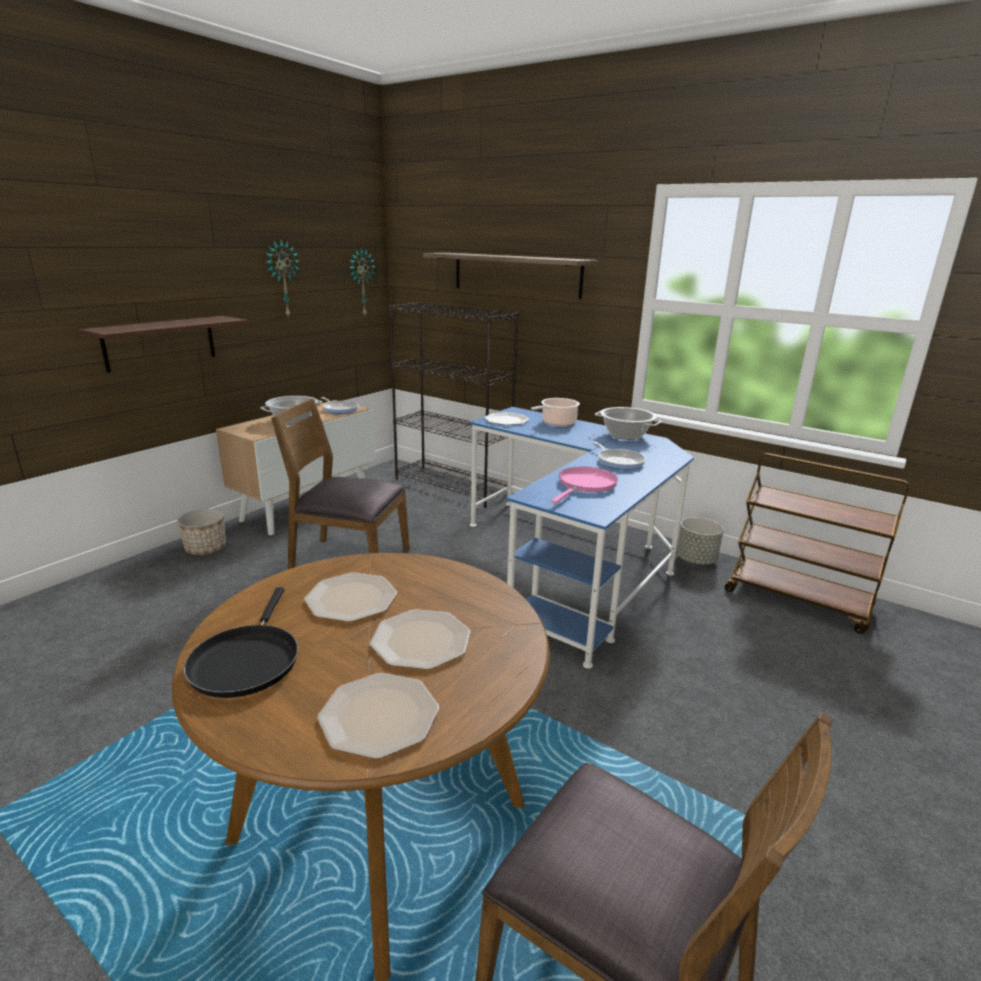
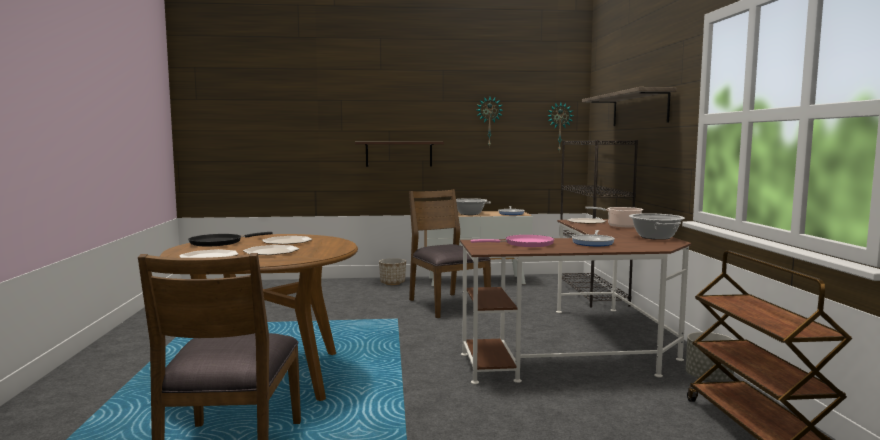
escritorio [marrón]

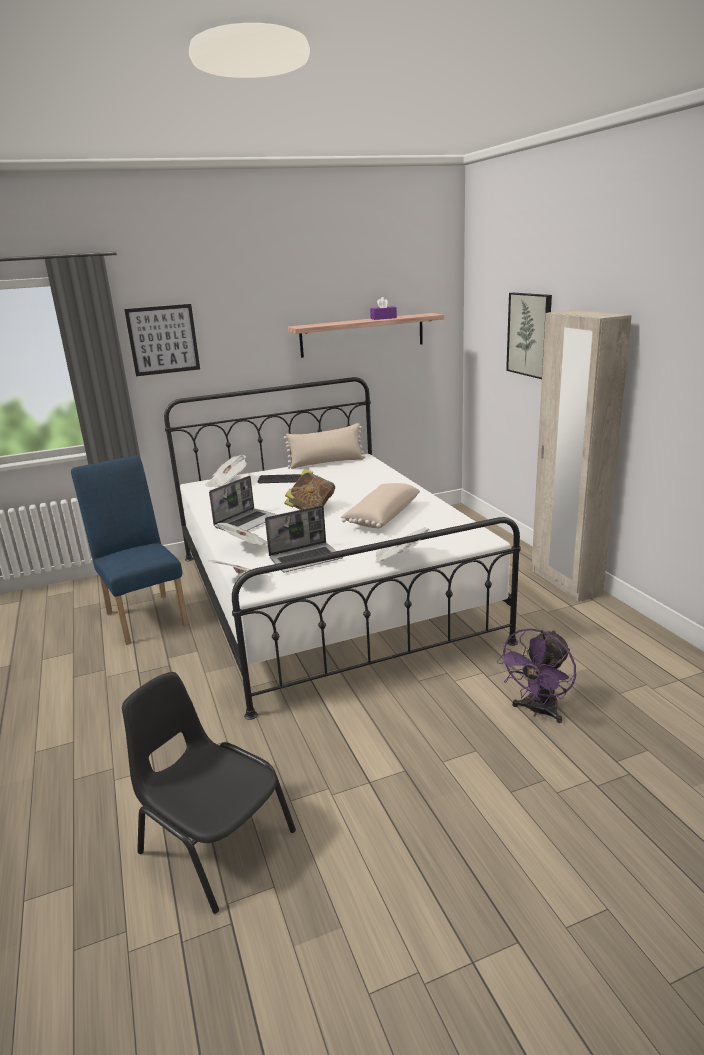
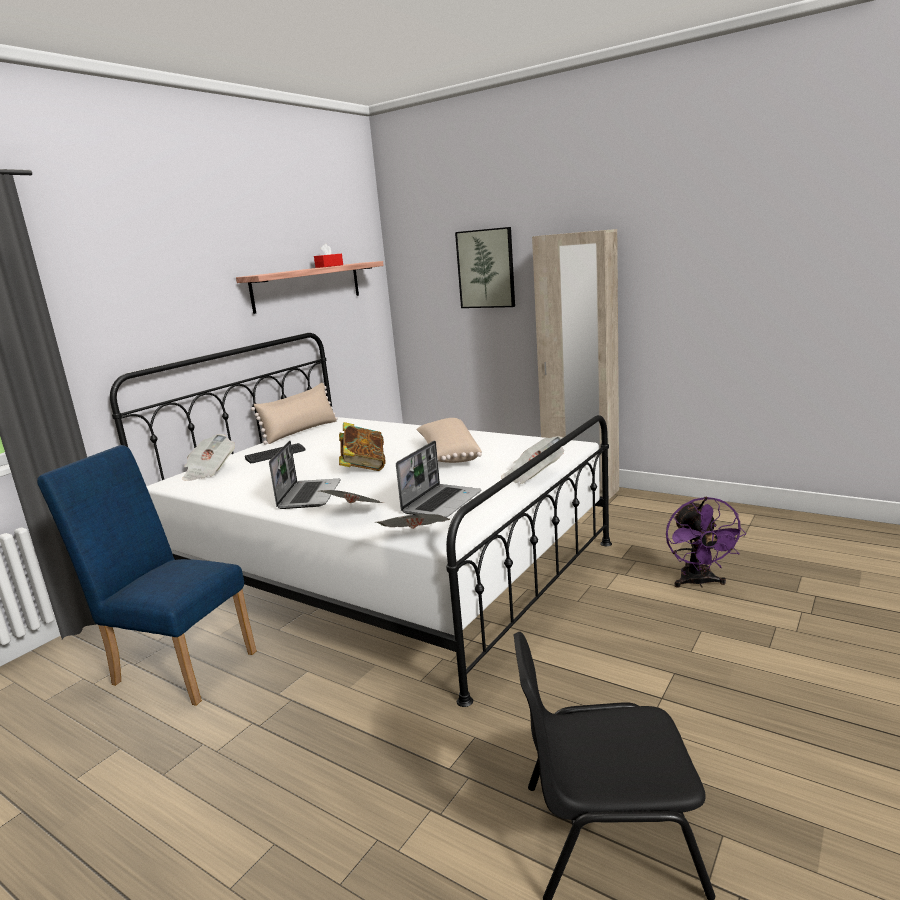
caja de pañuelos [rojo]; cuadro (1st from left in the first image)

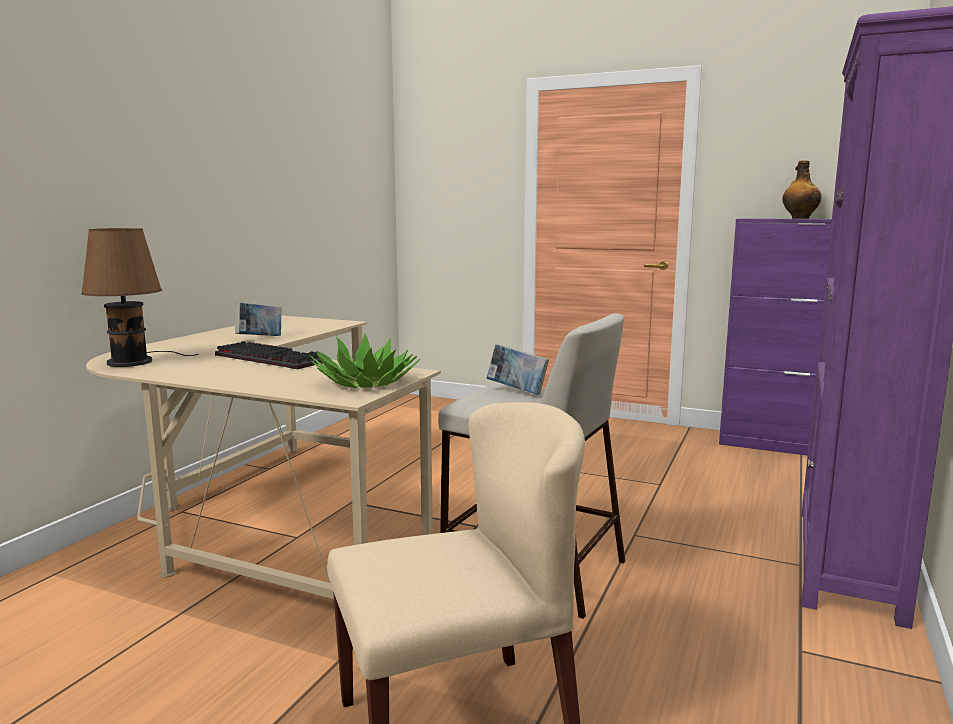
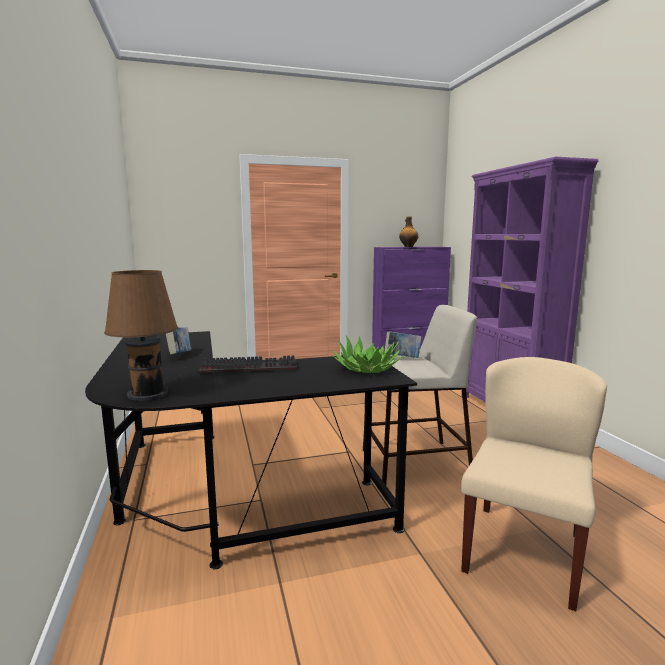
escritorio [negro]

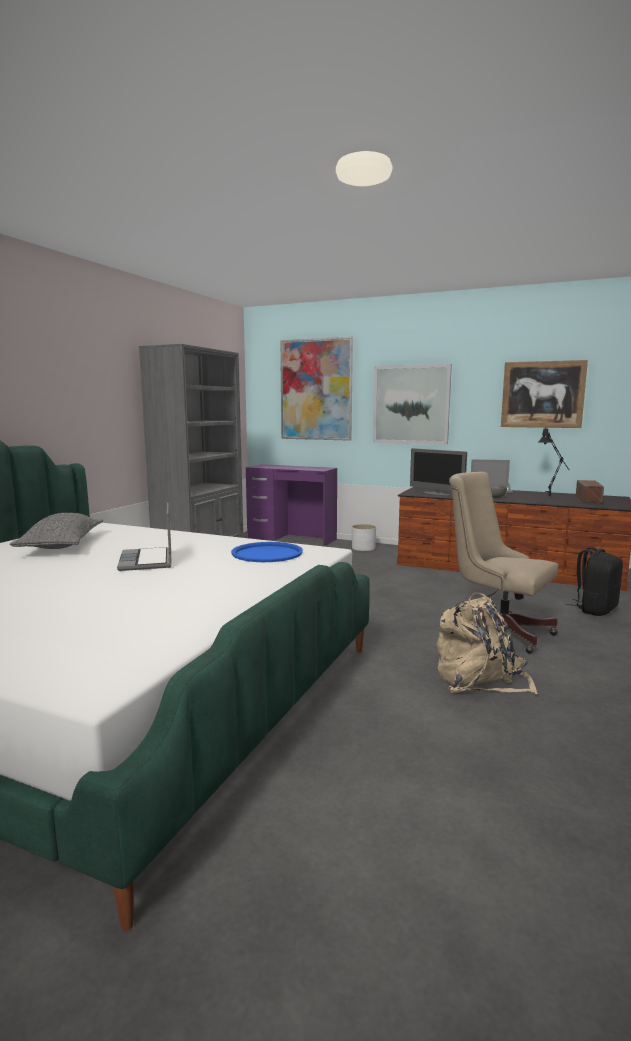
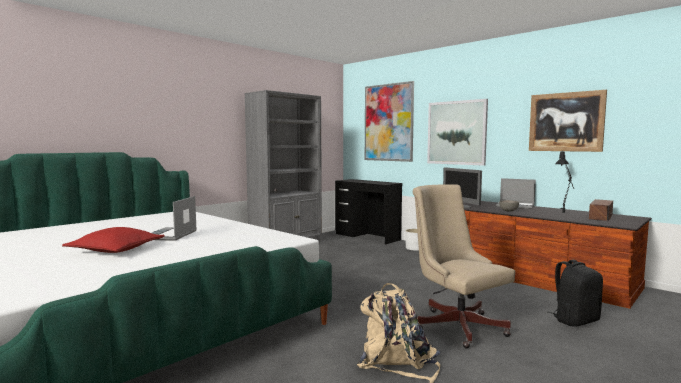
cojín [rojo]; escritorio [negro]; cojín [gris]; bandeja [azul]

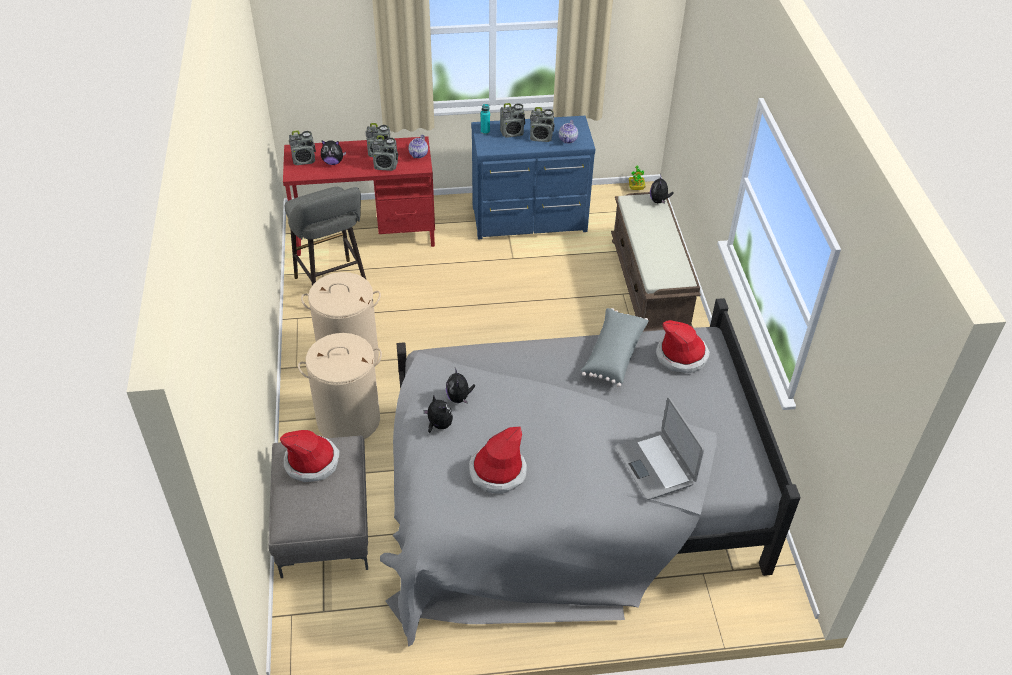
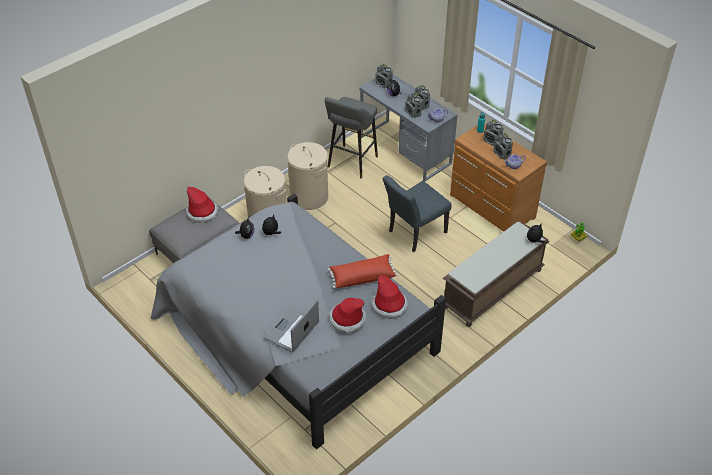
cojín [rojo]; sombrero (2nd from left); escritorio [gris]; silla [gris]; cómoda [marrón]

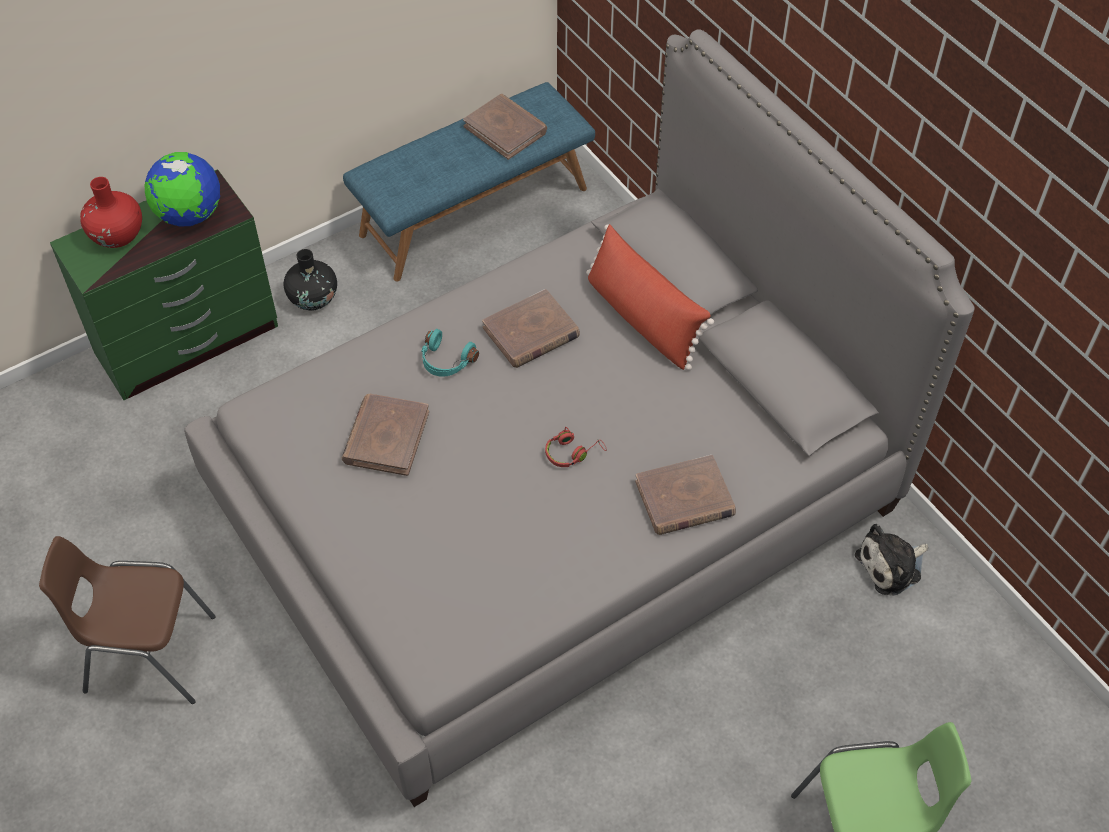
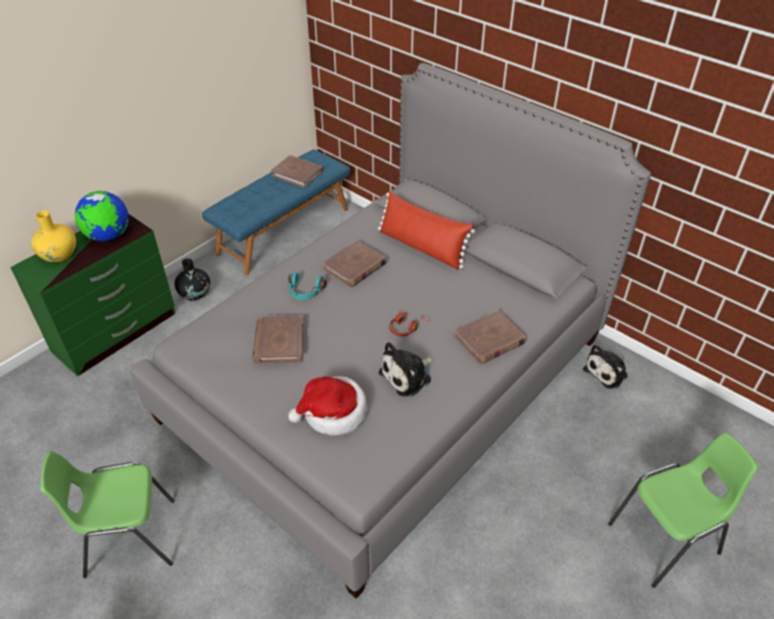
florero [amarillo]; silla [verde] (1st from left); sombrero; peluche (1st from left)

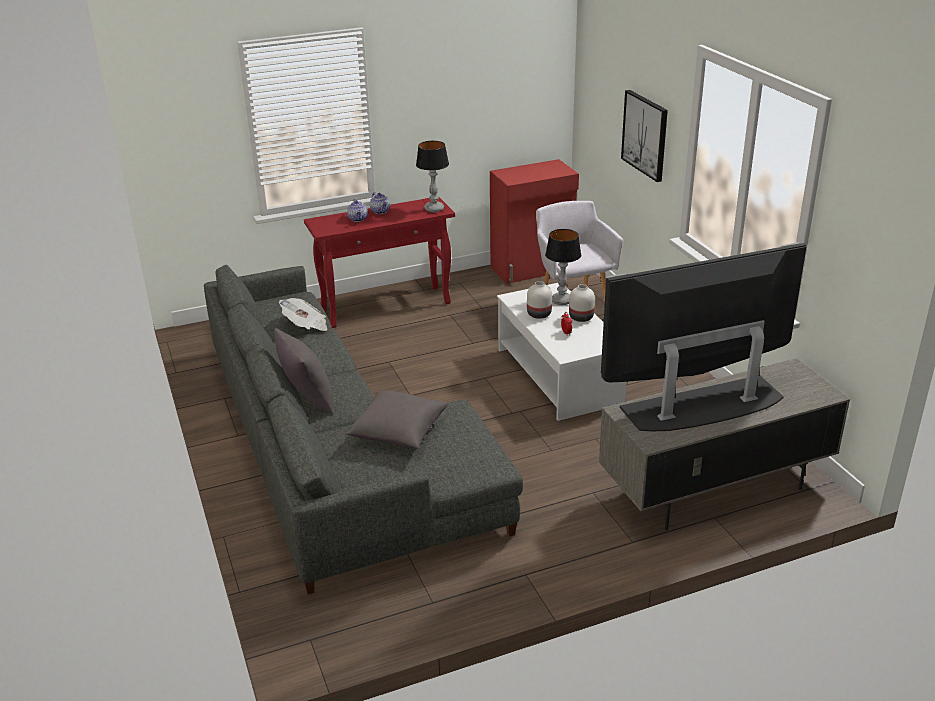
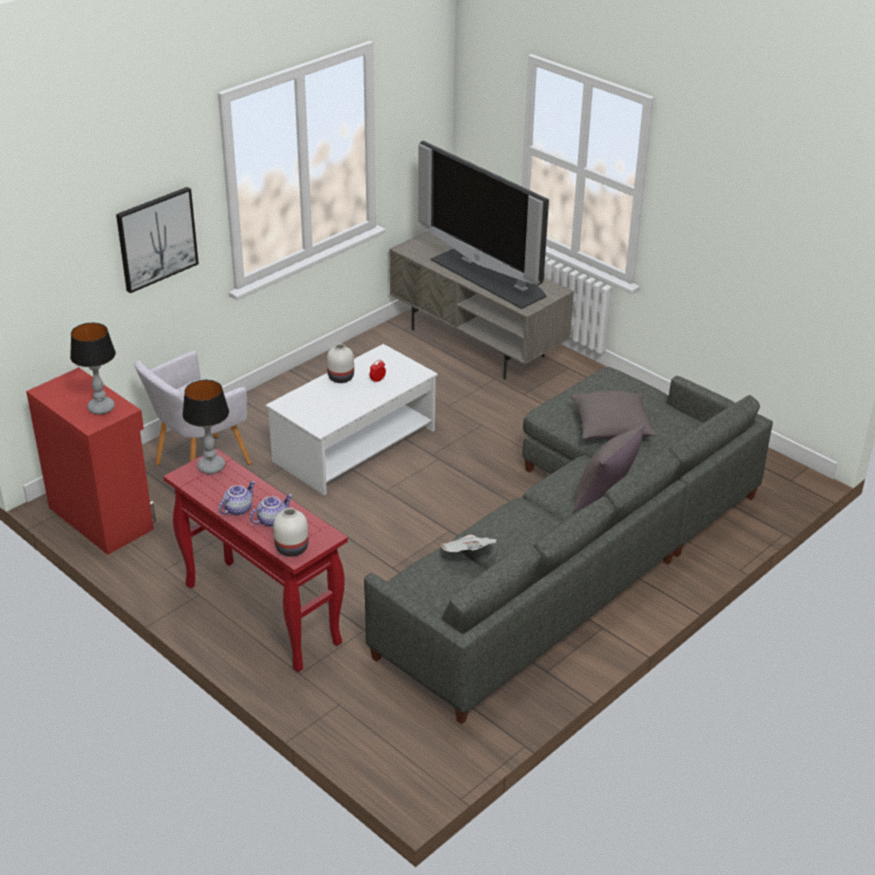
lámpara de mesa (1st from left); florero [blanco] (1st from left)

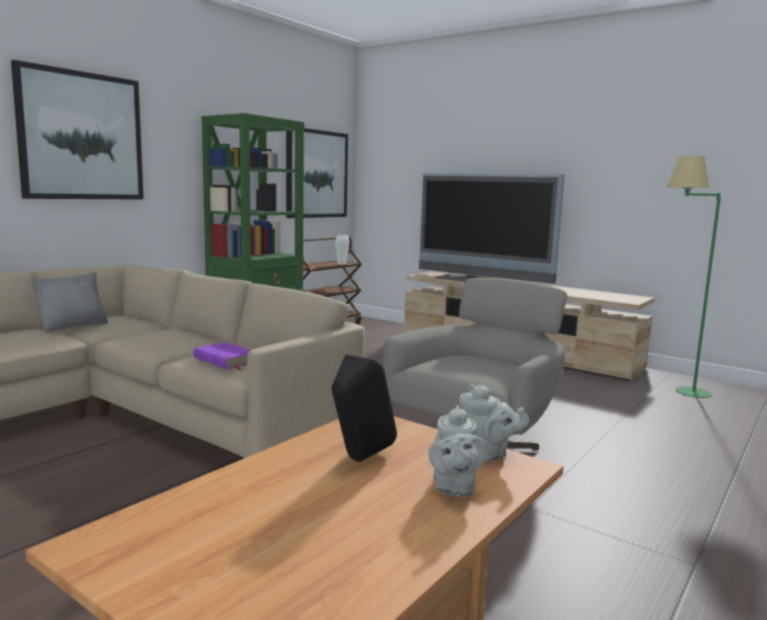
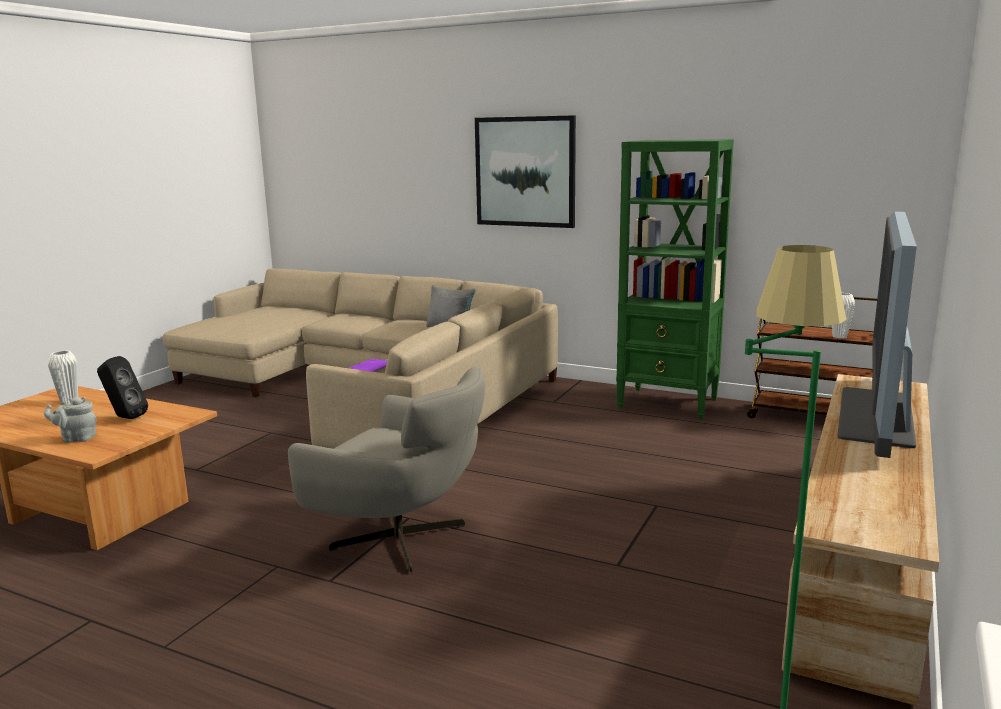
florero [blanco] (1st from left); cuadro (2nd from left in the first image); tetera [gris] (2nd from left in the first image)

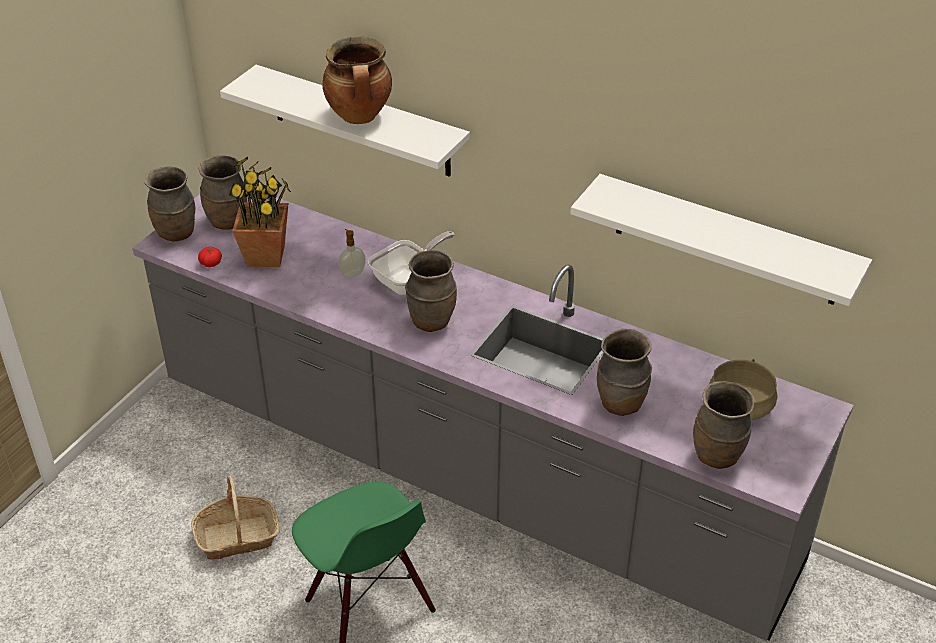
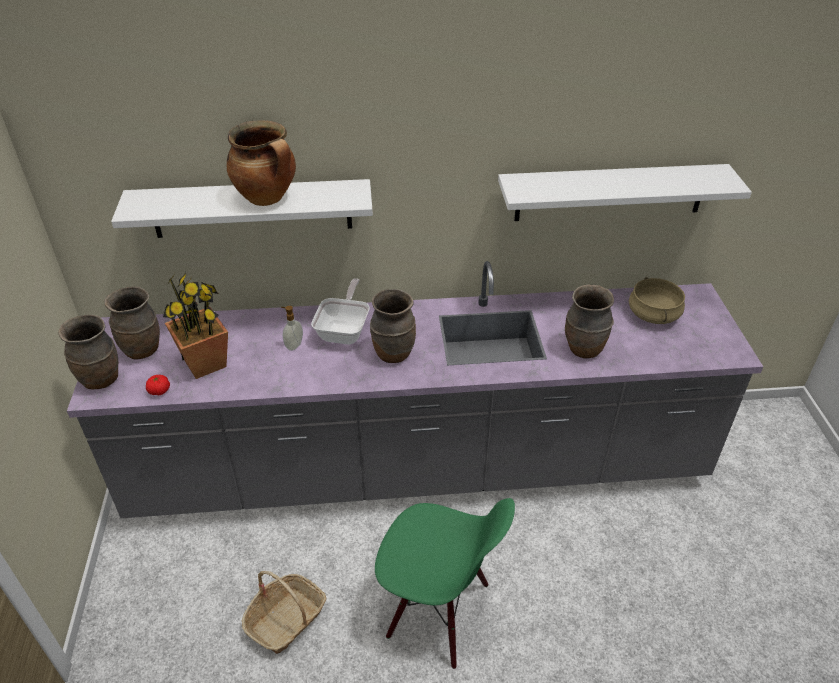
florero [marrón] (5th from left in the first image)

